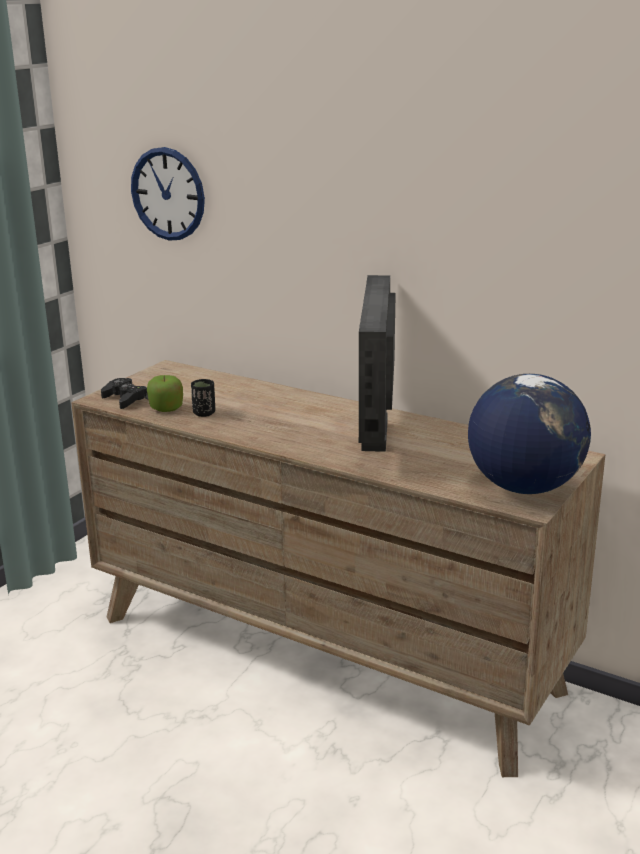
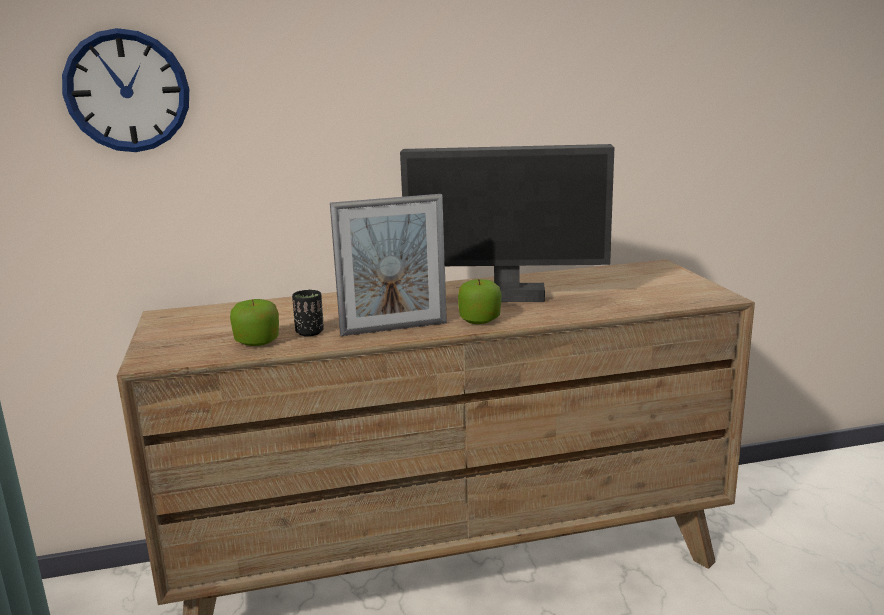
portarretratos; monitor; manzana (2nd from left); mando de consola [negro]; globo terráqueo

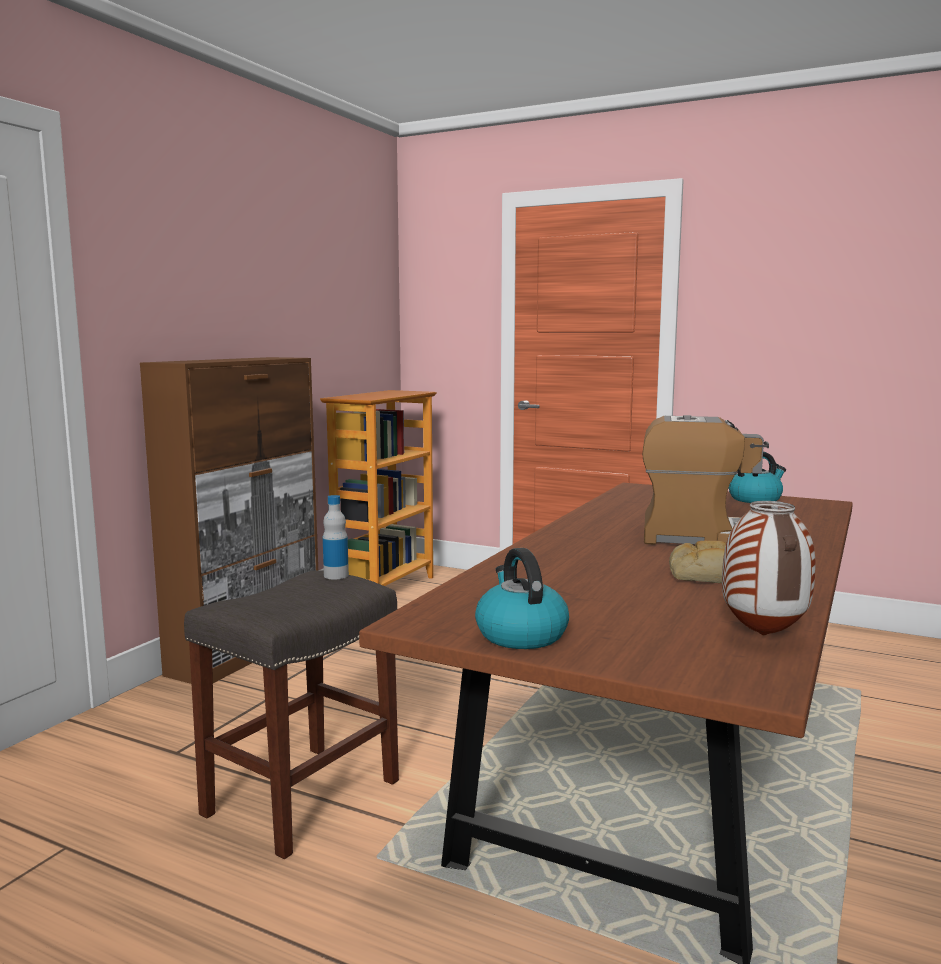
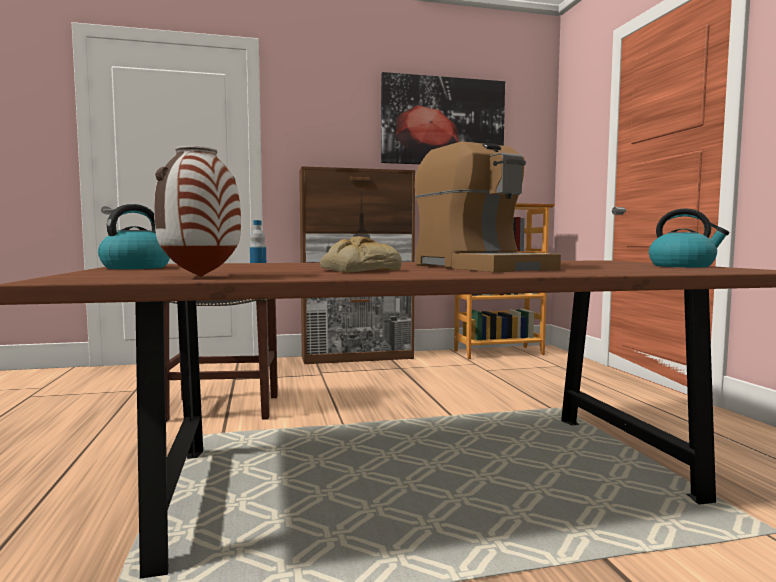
cuadro

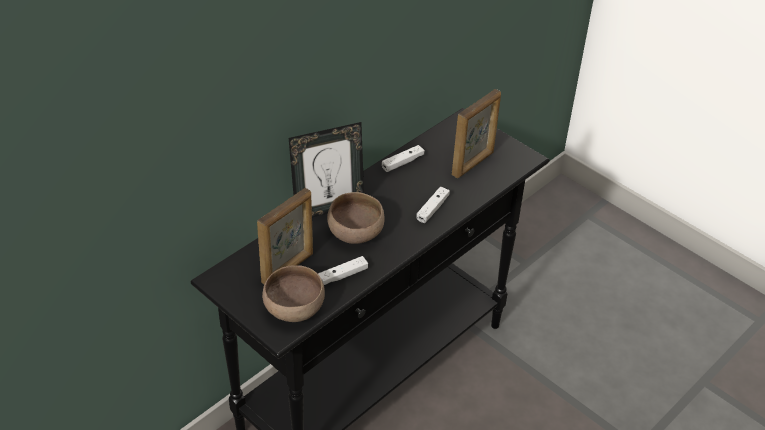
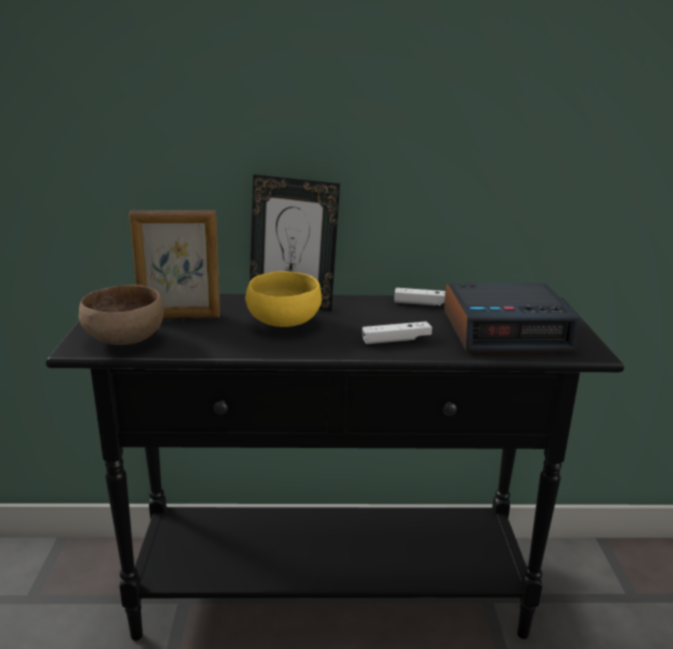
cuenco [amarillo]; despertador; mando de consola [blanco] (1st from left in the first image)

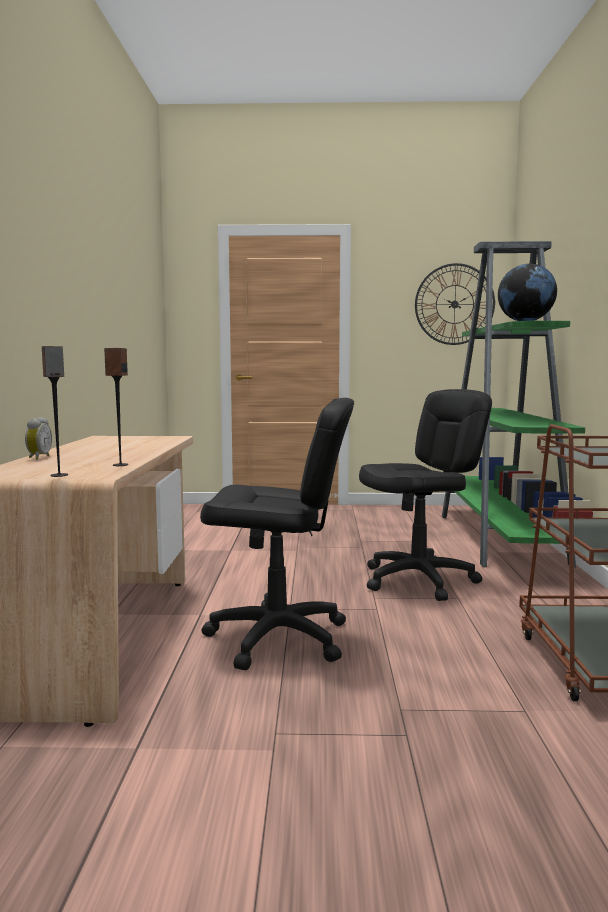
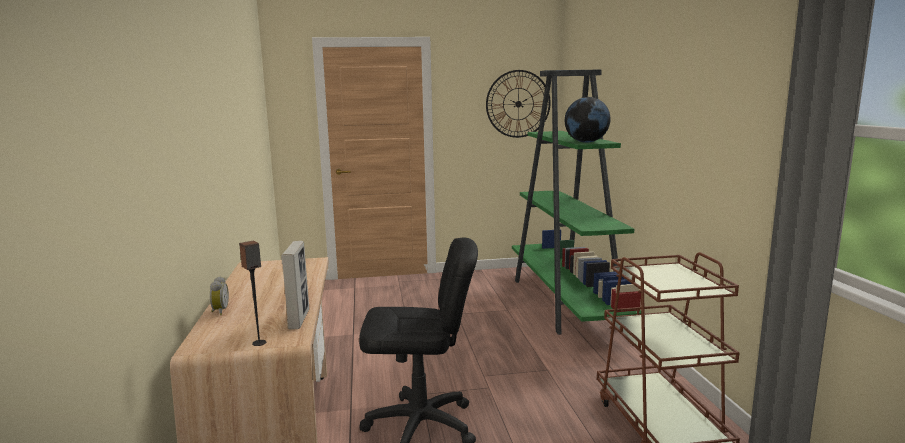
portarretratos; silla de oficina [negro] (2nd from left in the first image)

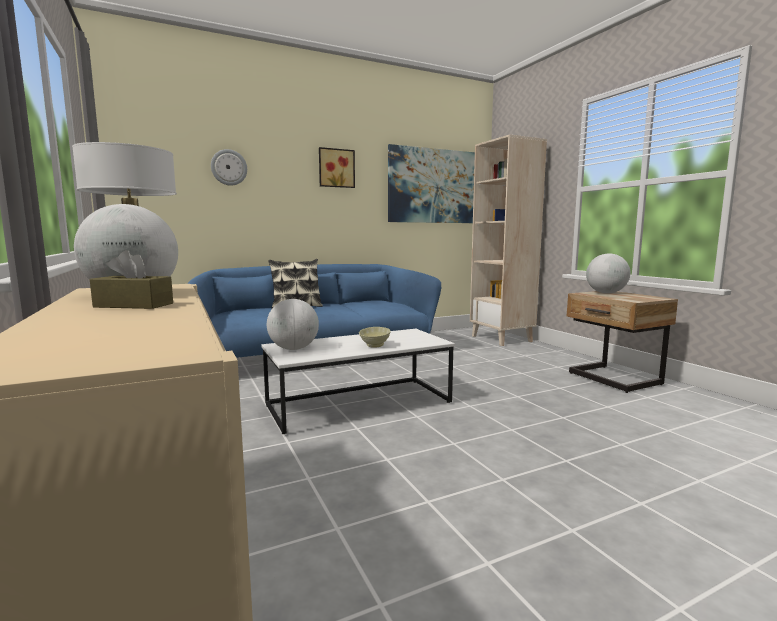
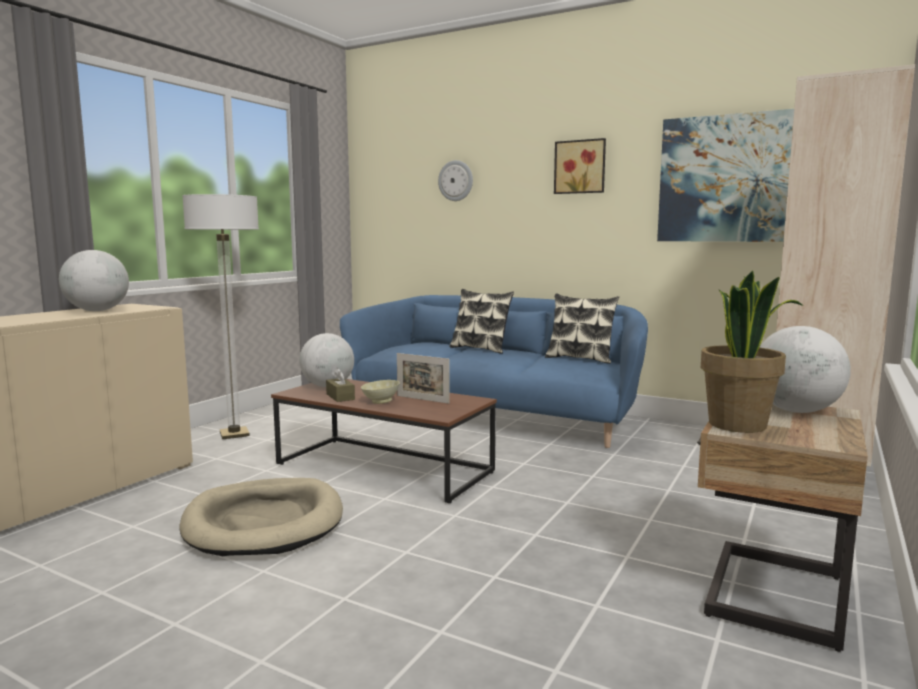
cama para perro [beis]; mesa de centro [marrón]; caja de pañuelos [marrón]; portarretratos; cojín (2nd from left); planta en maceta

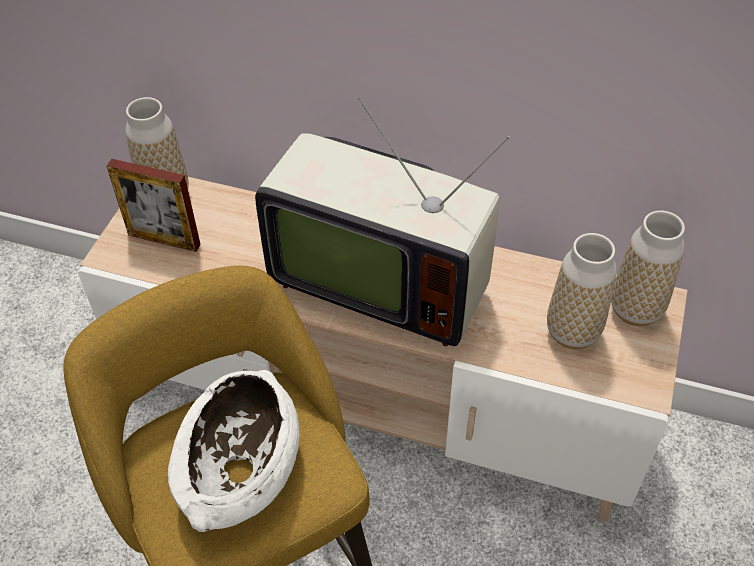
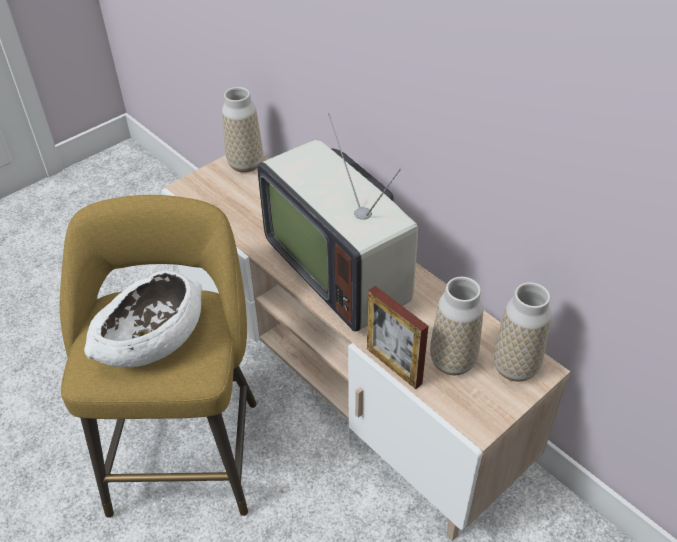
portarretratos

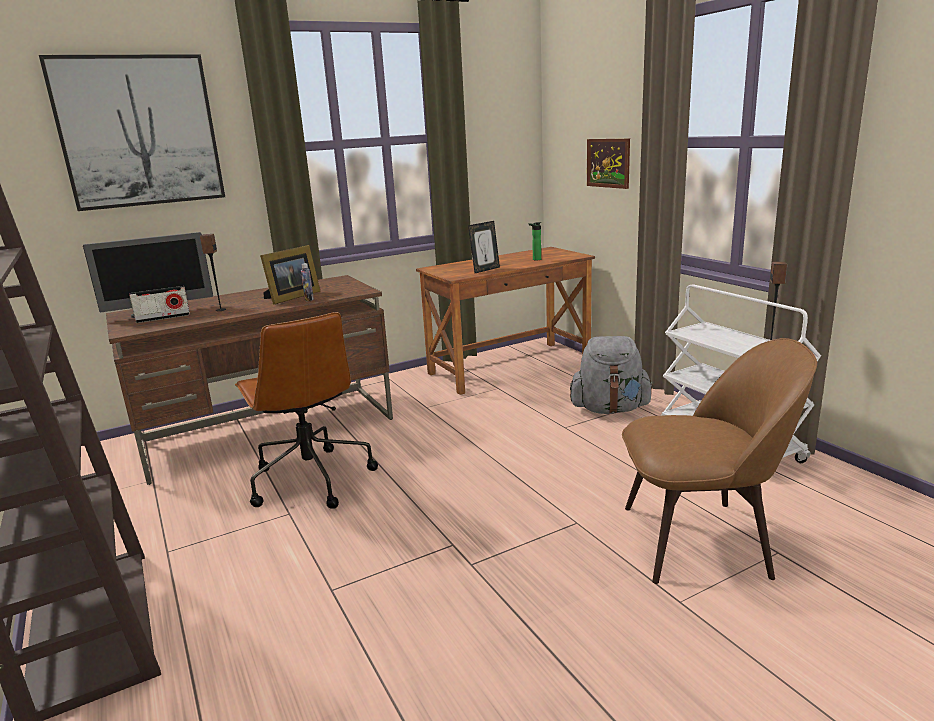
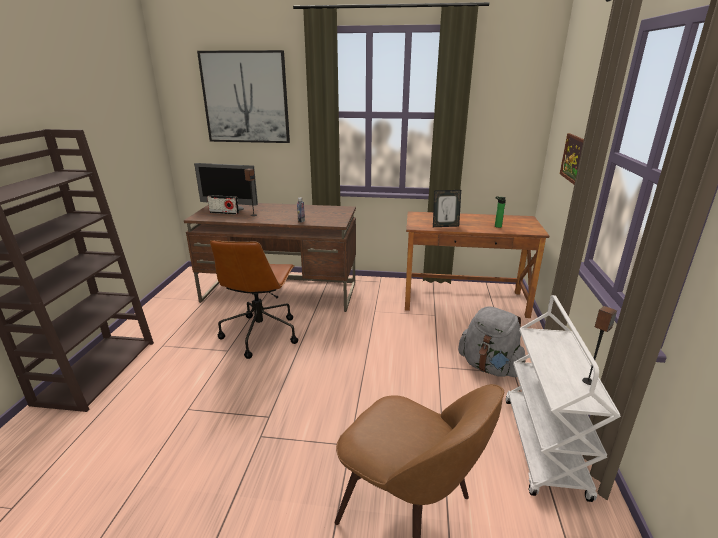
portarretratos (1st from left in the first image)

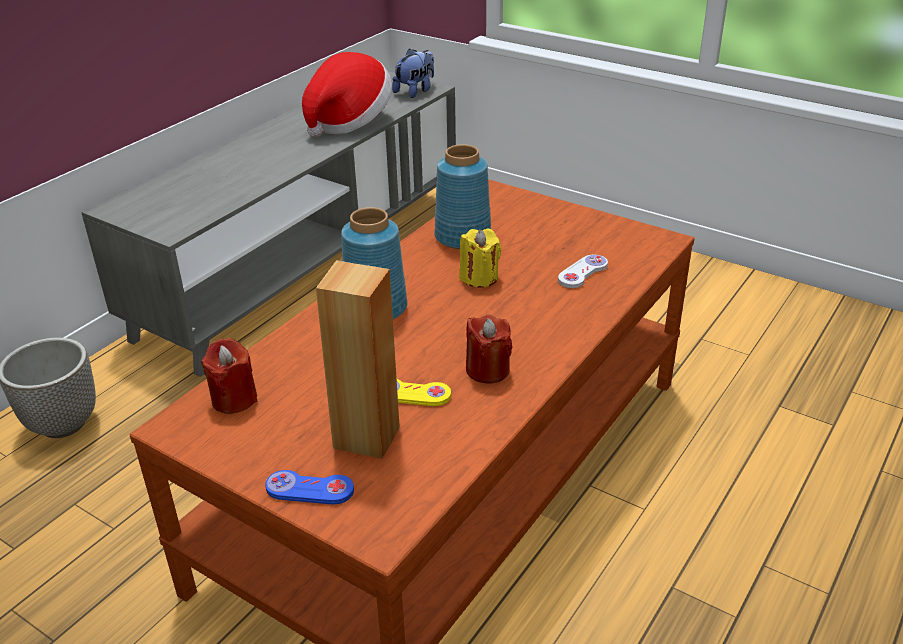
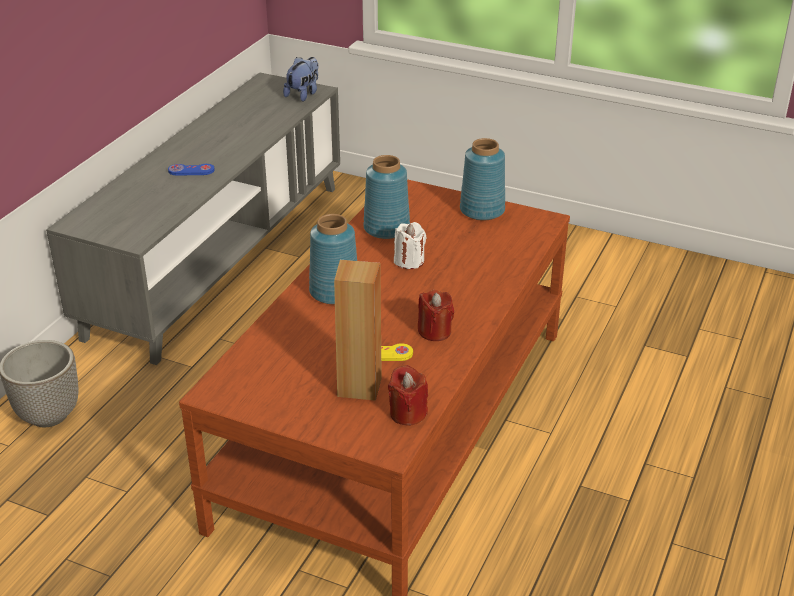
mando de consola [azul]; vela [rojo] (1st from left); vela [blanco]; florero [azul] (3rd from left); sombrero; mando de consola [blanco]

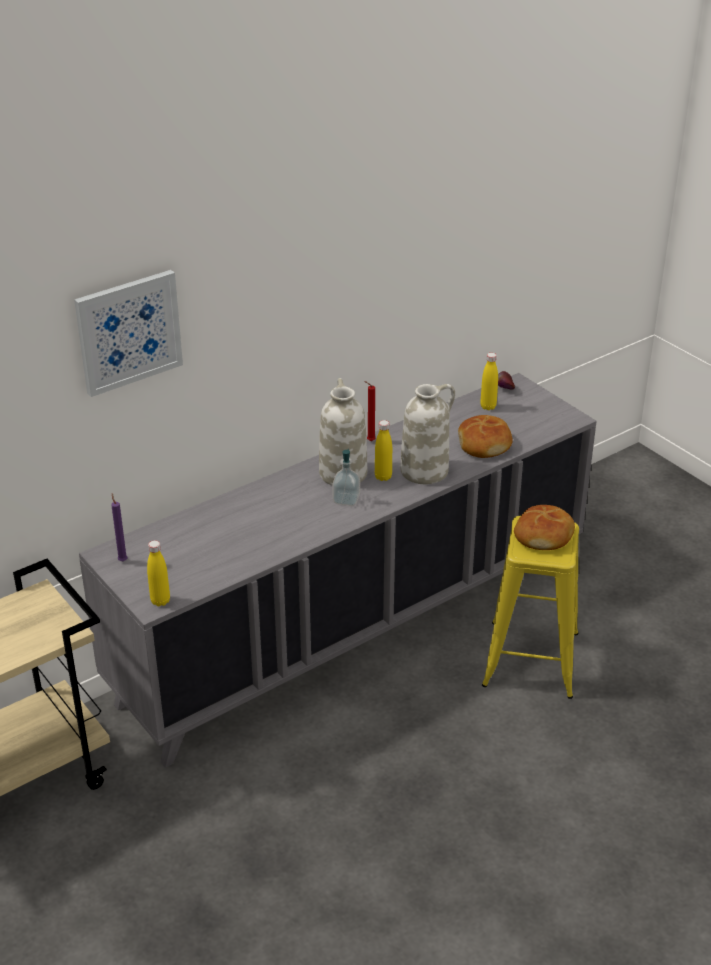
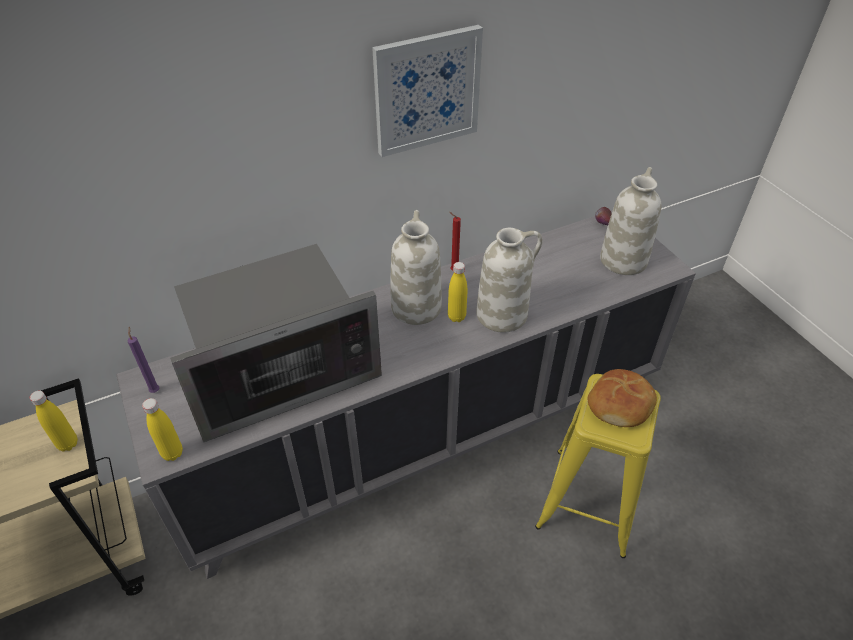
botella [amarillo] (1st from left); microondas; cuadro; florero [blanco] (3rd from left); dispensador de jabón; pan (1st from left in the first image)

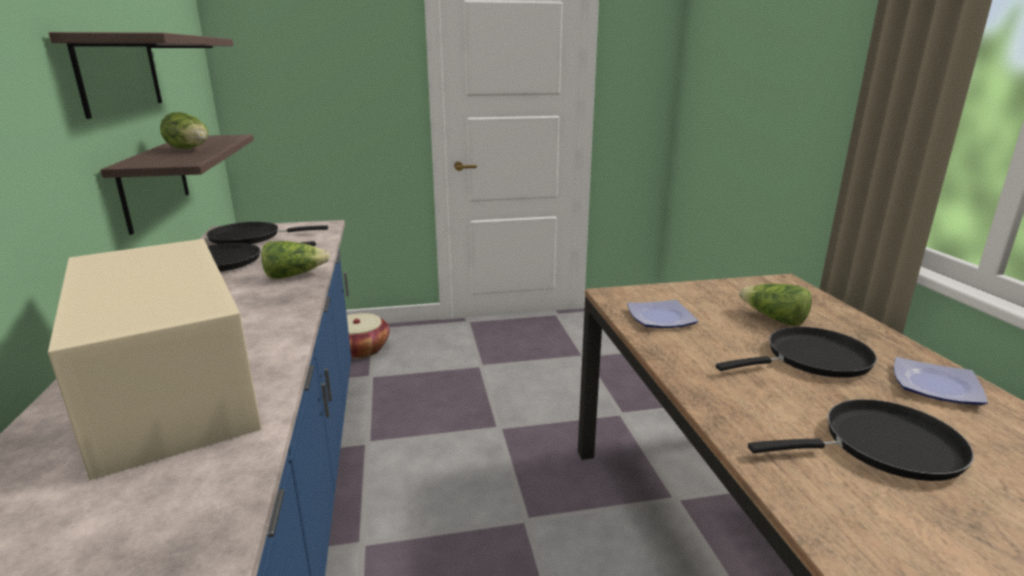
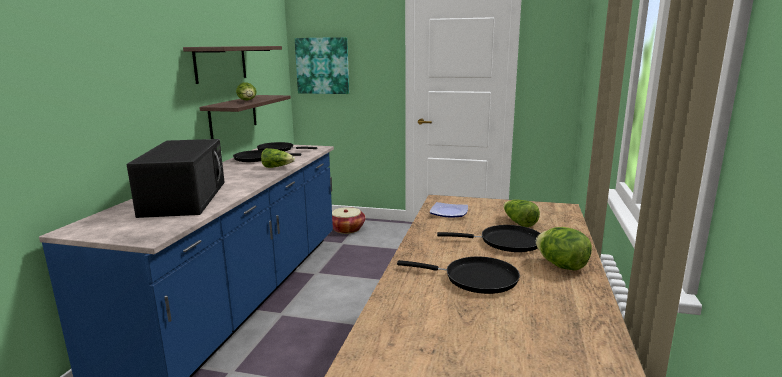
microondas [negro]; cuadro; lechuga (4th from left)

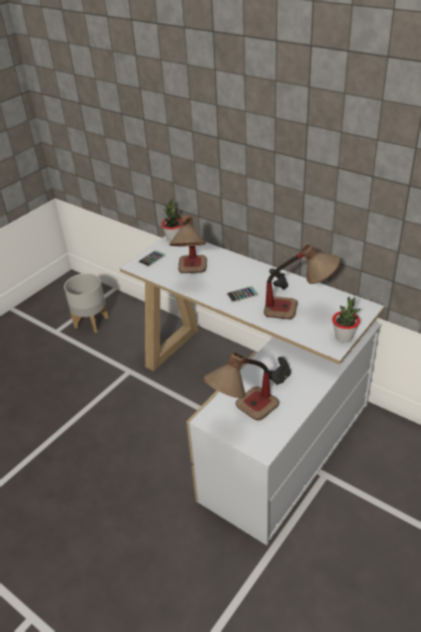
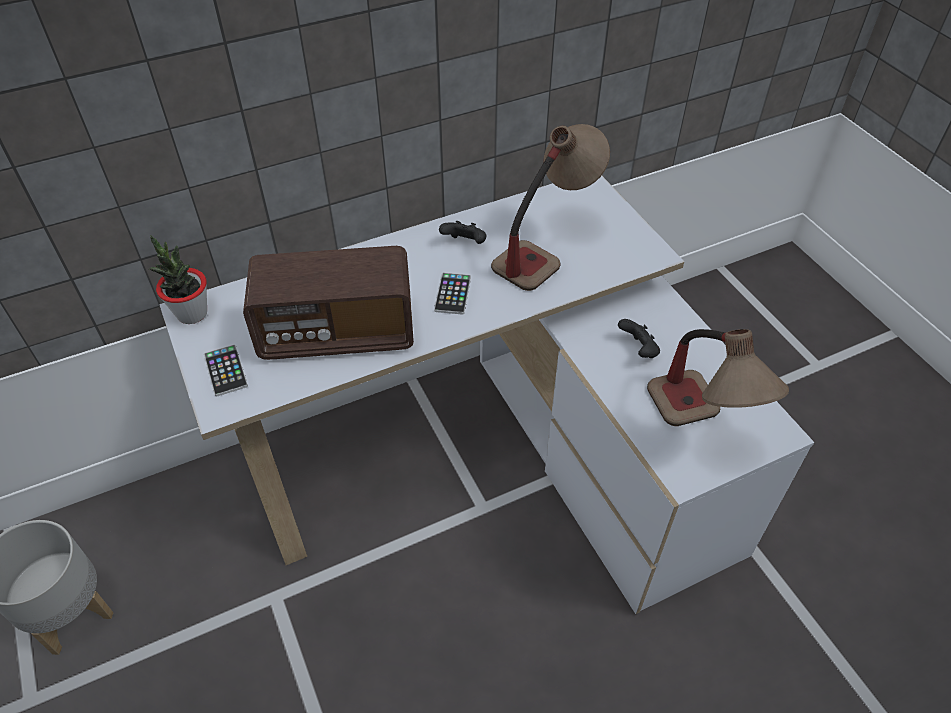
radio; planta en maceta (2nd from left in the first image)

